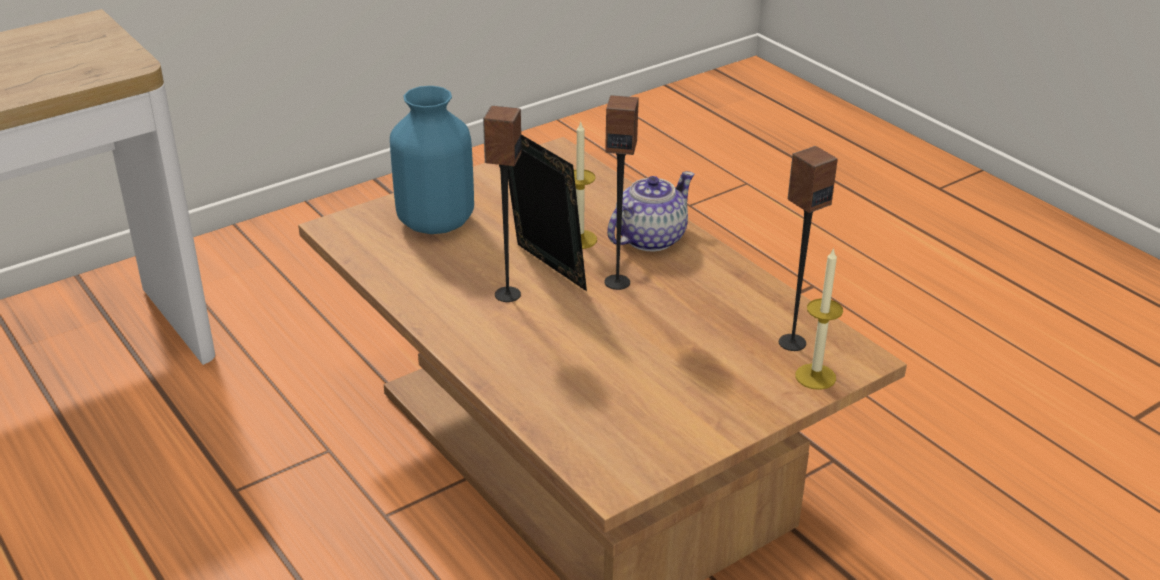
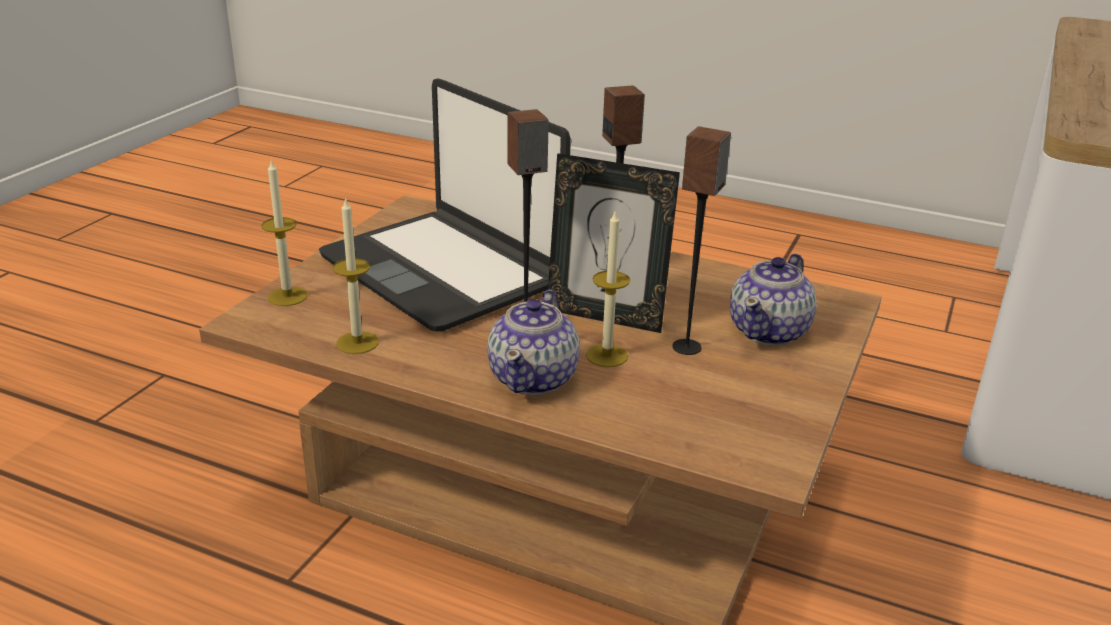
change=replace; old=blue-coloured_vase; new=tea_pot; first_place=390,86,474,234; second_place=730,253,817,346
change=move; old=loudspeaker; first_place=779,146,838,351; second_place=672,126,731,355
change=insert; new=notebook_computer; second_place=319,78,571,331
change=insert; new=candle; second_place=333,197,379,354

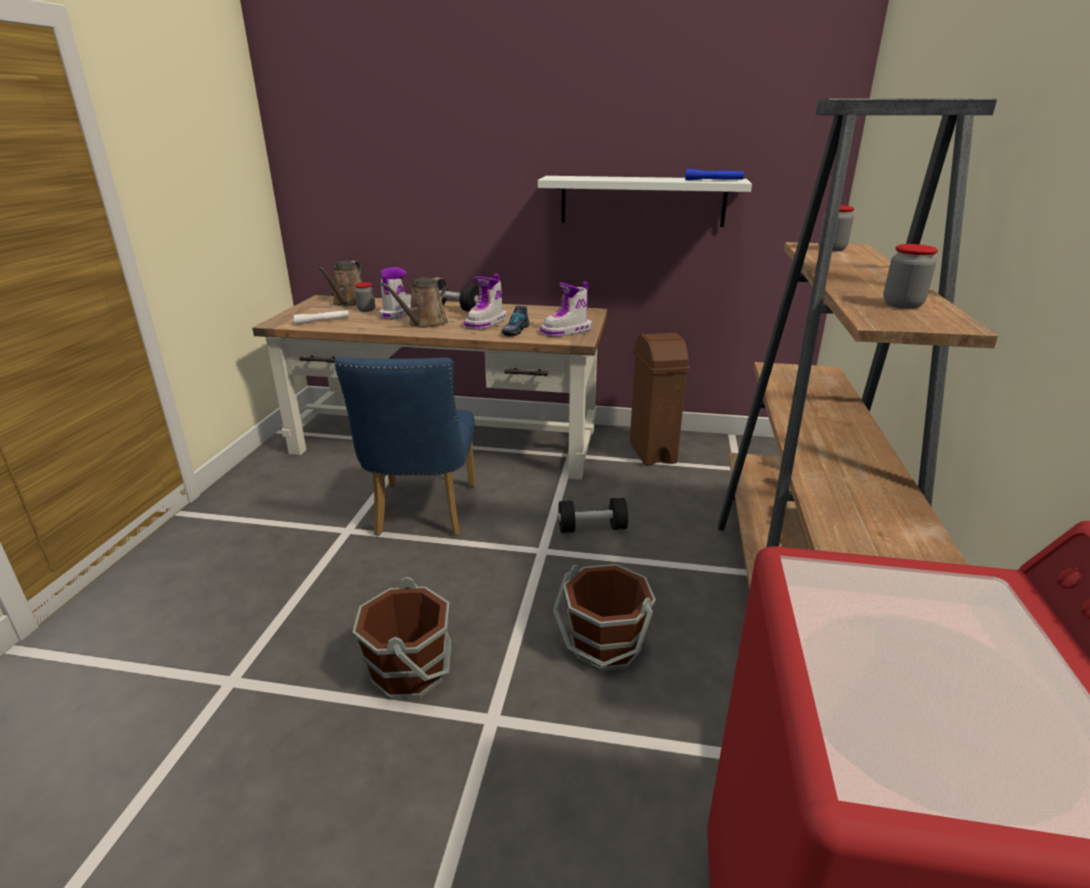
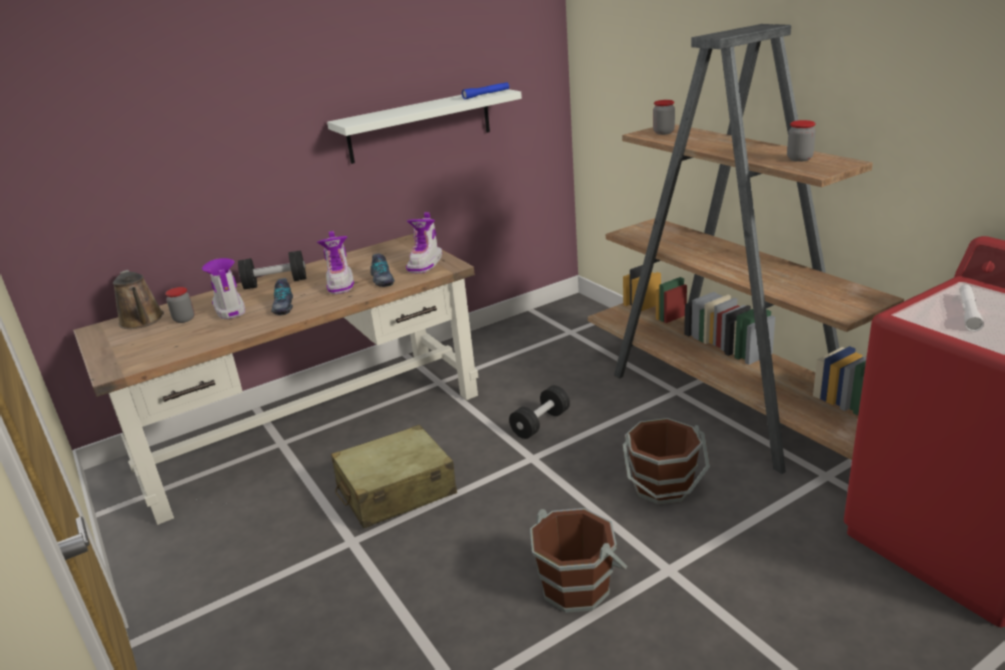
change=replace; old=brown-coloured_watering_pot; new=item_of_footwear; first_place=381,277,448,328; second_place=271,278,293,315
change=move; old=white_hand_torch; first_place=293,310,349,325; second_place=960,284,984,332
change=delete; old=brown-coloured_rubbish_bin; first_place=630,333,690,466
change=replace; old=blue-coloured_upright_chair; new=beige-coloured_travel_case; first_place=334,357,475,536; second_place=331,425,457,528

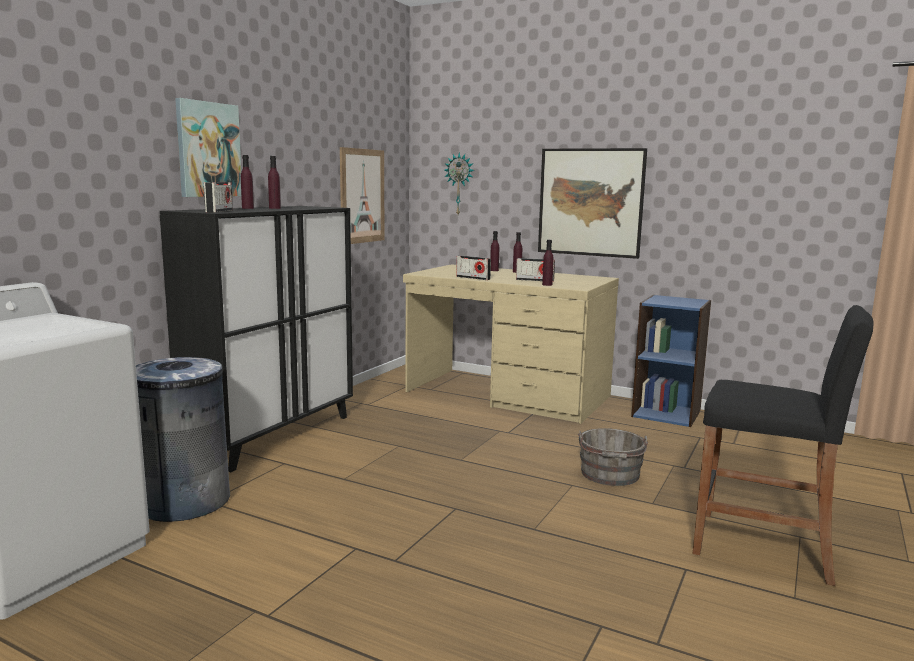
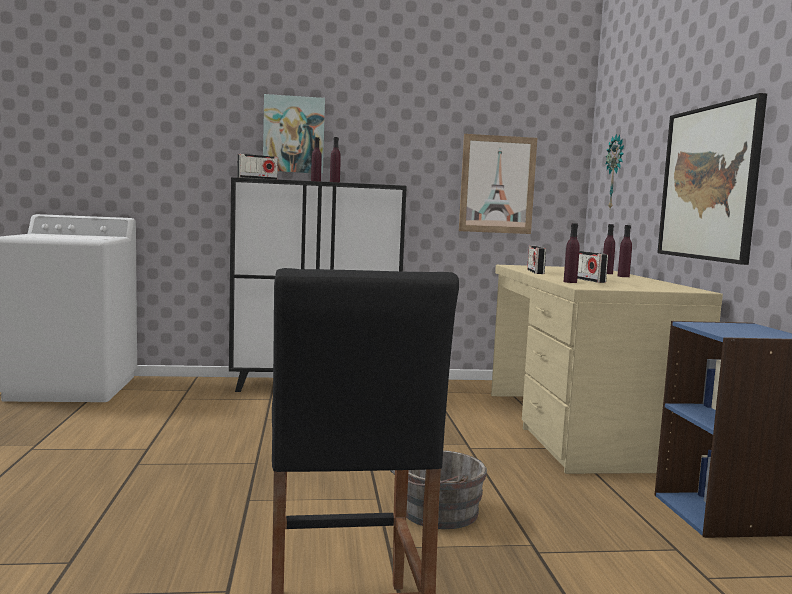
change=delete; old=greyish_rubbish_bin; first_place=136,357,230,522

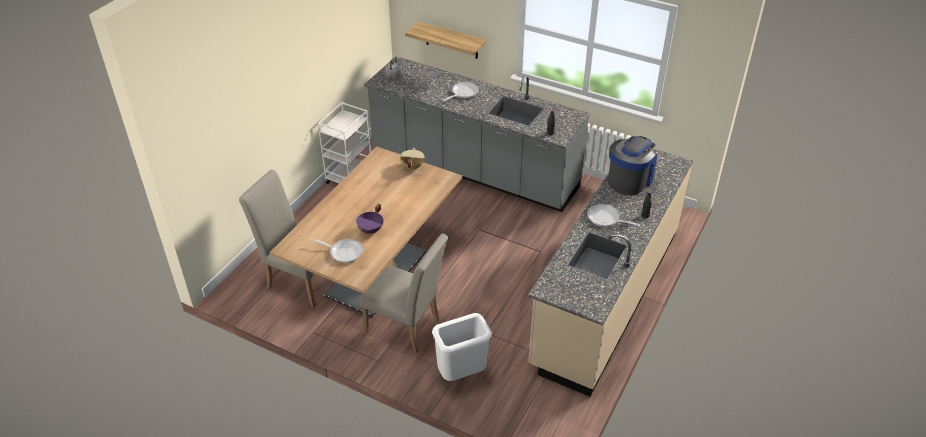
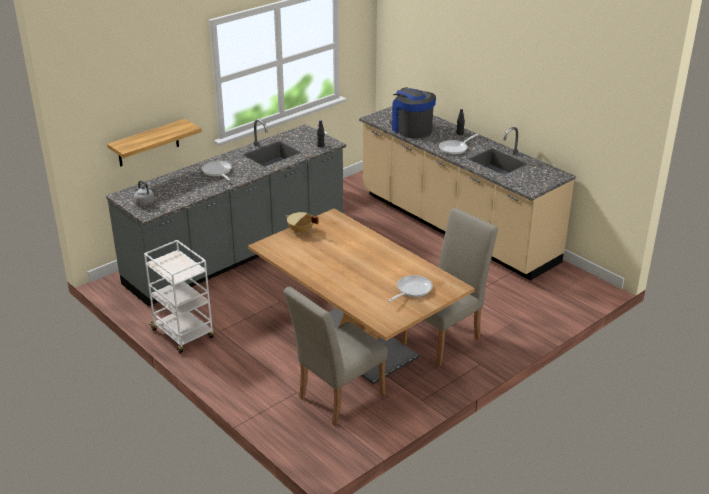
change=delete; old=purple_stockpot; first_place=356,204,383,234
change=delete; old=white_rubbish_bin; first_place=432,313,492,381

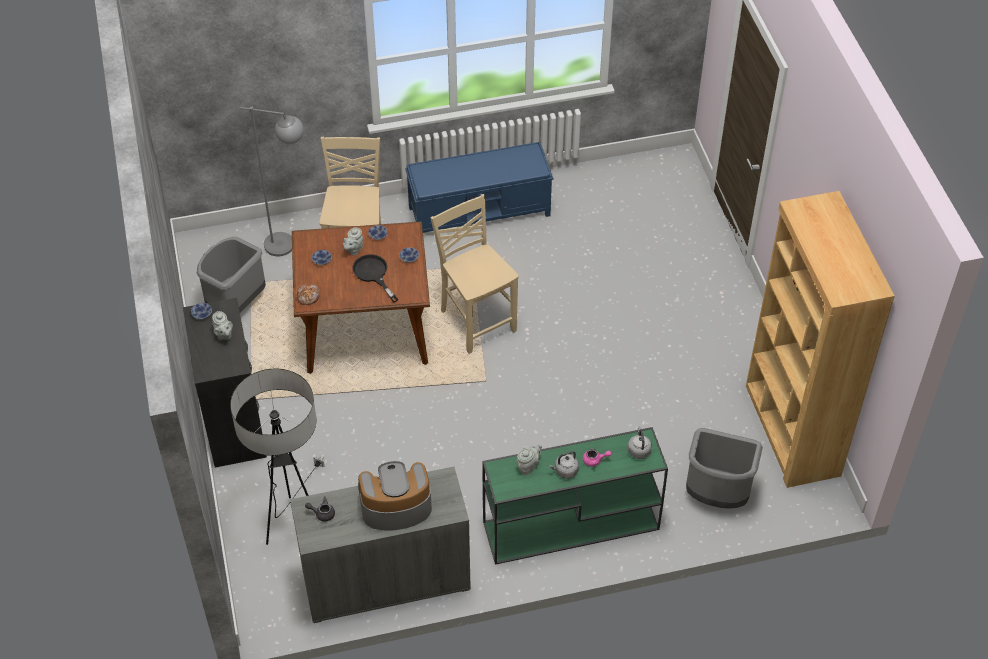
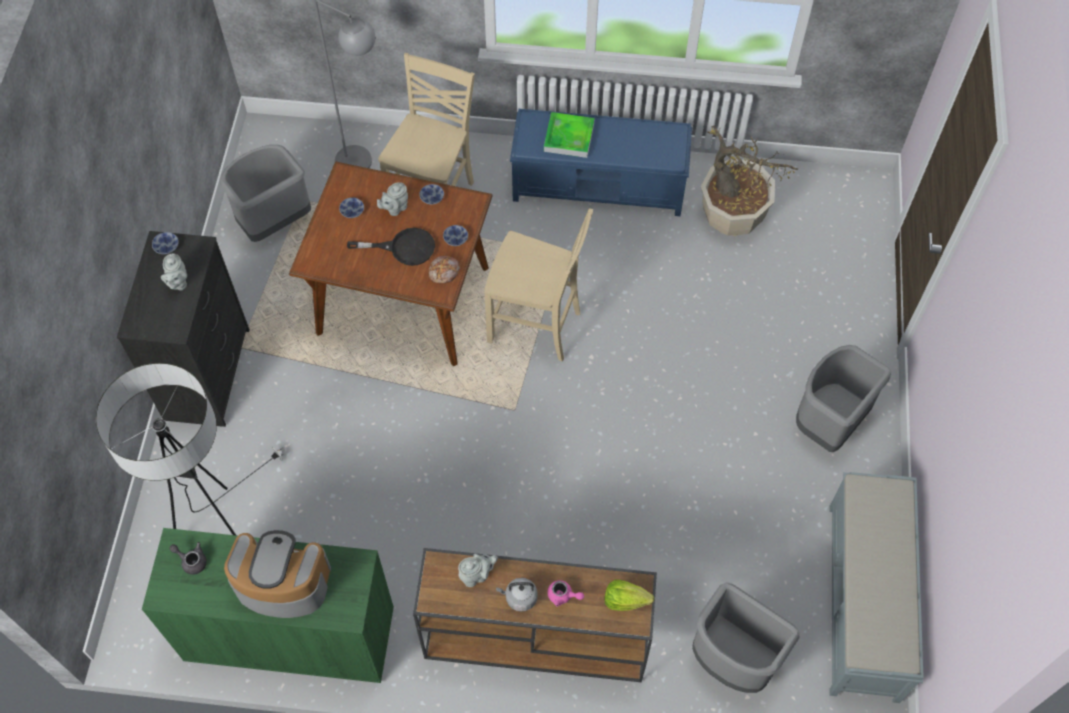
change=replace; old=brown-coloured_bookshelf; new=greyish_indoor_bench; first_place=746,191,895,488; second_place=829,472,924,703
change=rotate; old=beige-coloured_upright_chair; first_place=431,194,519,354; second_place=484,208,593,361; degrees=120
change=rotate; old=black-coloured_frying_pan; first_place=352,254,399,303; second_place=347,228,435,266; degrees=105
change=move; old=bread; first_place=297,284,320,305; second_place=428,256,460,283
change=recolor; old=green_narrow_table; new=brown-coloured_narrow_table; first_place=483,427,668,565; second_place=413,548,657,682
change=replace; old=greyish_water_kettle; new=head_of_lettuce; first_place=628,427,652,459; second_place=604,579,654,611
change=recolor; old=greyish_storage_cabinet; new=green_storage_cabinet; first_place=290,467,471,623; second_place=142,528,394,683
change=insert; new=serving_tray; second_place=544,112,594,158
change=insert; new=plant_in_a_pot; second_place=701,126,798,236
change=insert; new=greyish_rubbish_bin; second_place=796,345,891,452

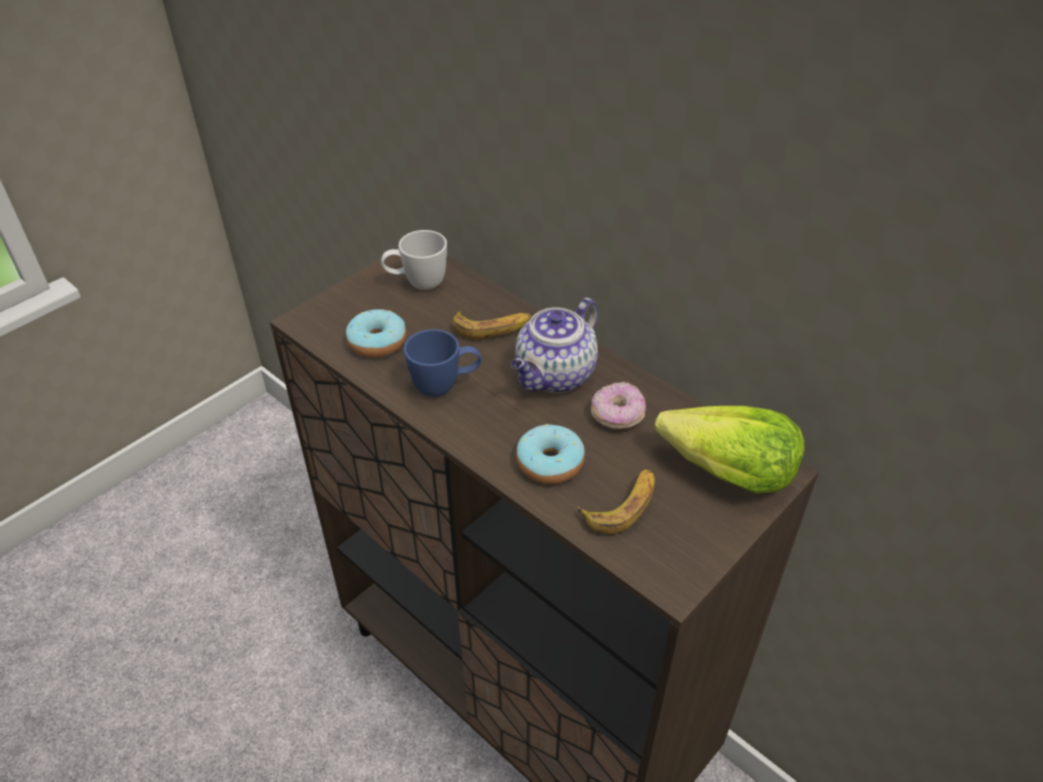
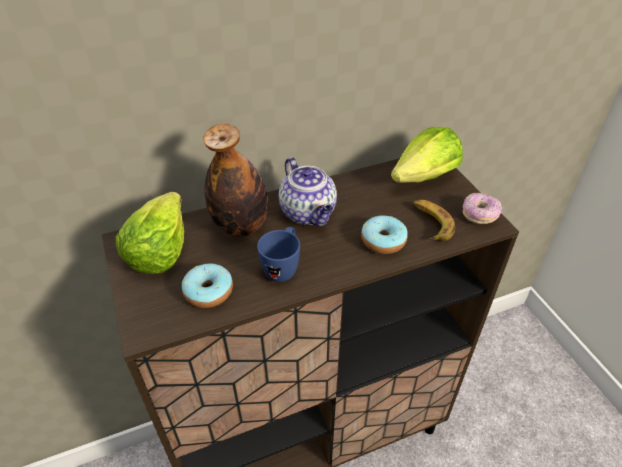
change=replace; old=white_tea_mug; new=head_of_lettuce; first_place=381,230,447,290; second_place=116,192,184,274
change=replace; old=whole_banana; new=drink_bottle; first_place=452,310,532,339; second_place=203,124,268,237
change=move; old=ring_doughnut; first_place=591,382,646,429; second_place=463,193,502,224

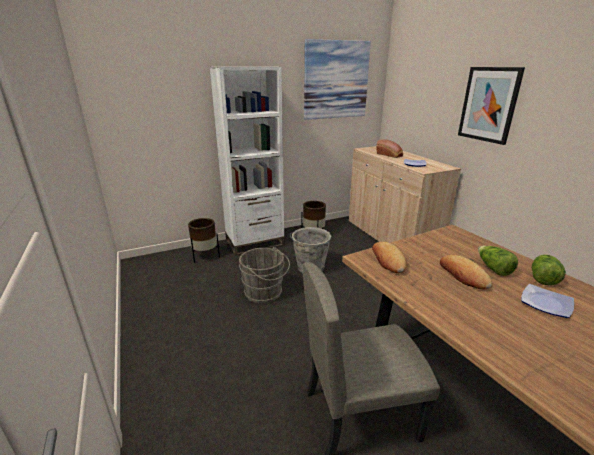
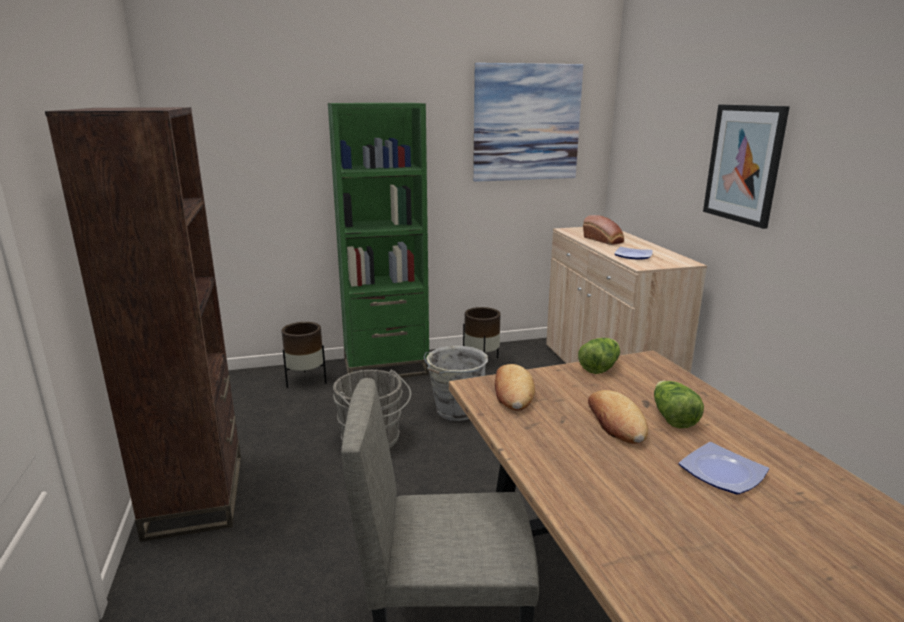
change=recolor; old=white_bookshelf; new=green_bookshelf; first_place=210,67,285,256; second_place=328,103,430,378
change=move; old=head_of_lettuce; first_place=532,254,566,285; second_place=578,338,620,374
change=insert; new=brown-coloured_bookshelf; second_place=45,107,241,542

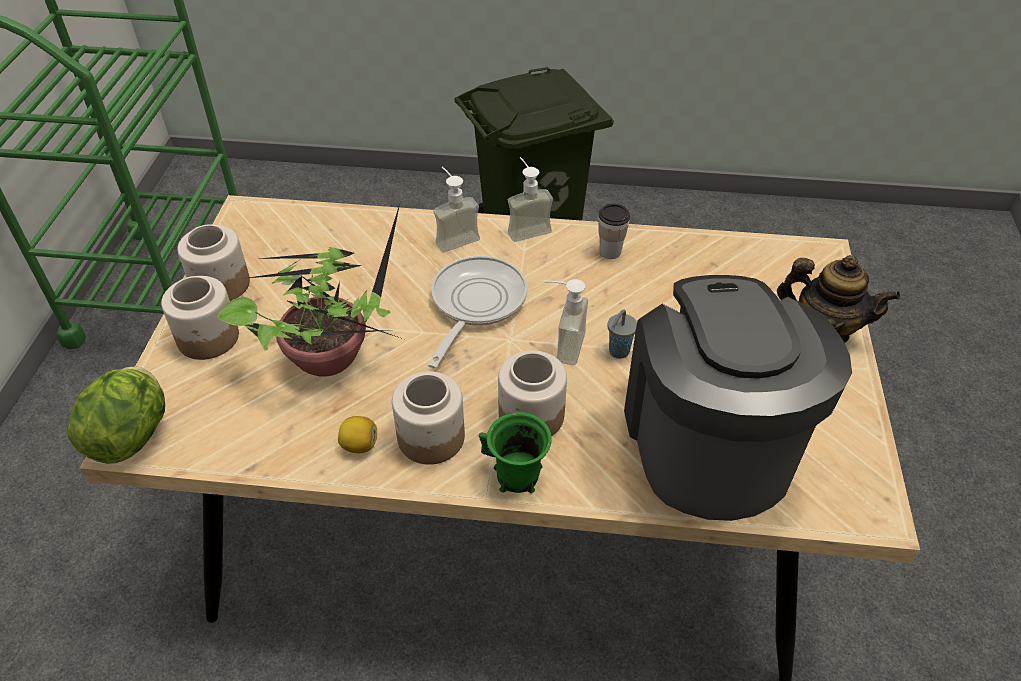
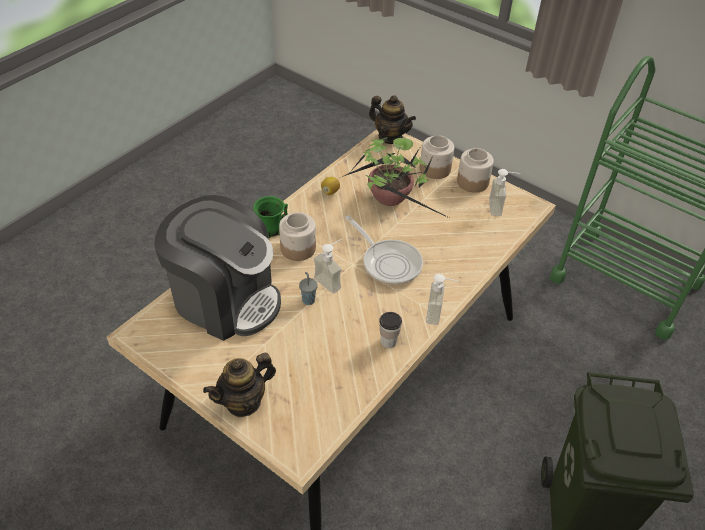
change=move; old=liquid_soap_bottle; first_place=433,167,480,253; second_place=489,169,520,216
change=replace; old=head_of_lettuce; new=tea_pot; first_place=67,366,165,464; second_place=369,95,416,144
change=delete; old=storage_jar; first_place=392,371,465,465

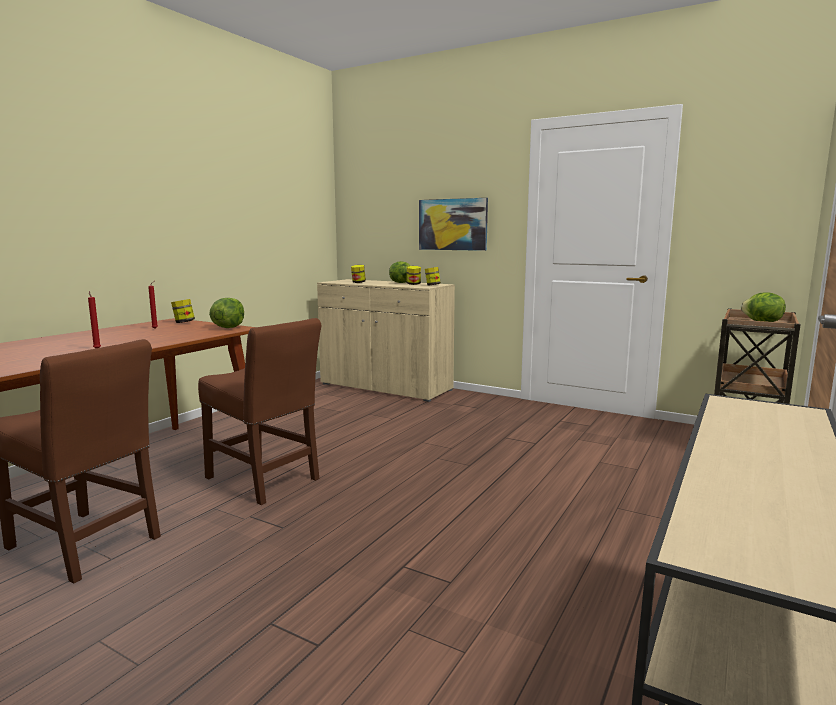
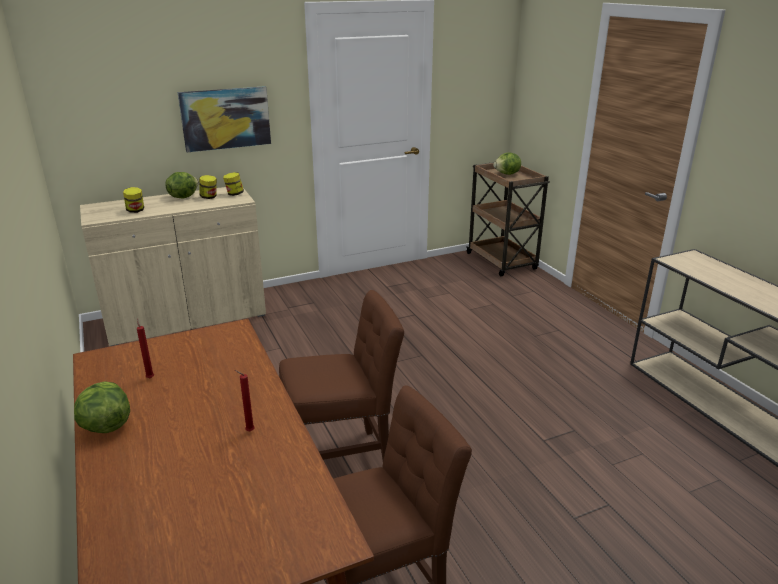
change=move; old=head_of_lettuce; first_place=209,298,244,328; second_place=74,382,130,433
change=delete; old=storage_jar; first_place=171,299,195,323

